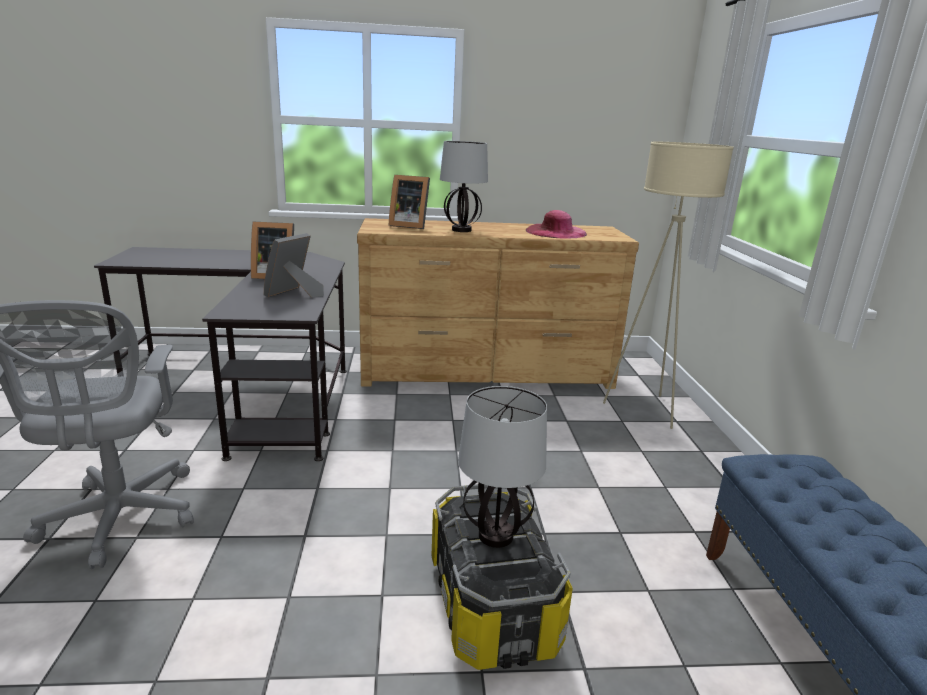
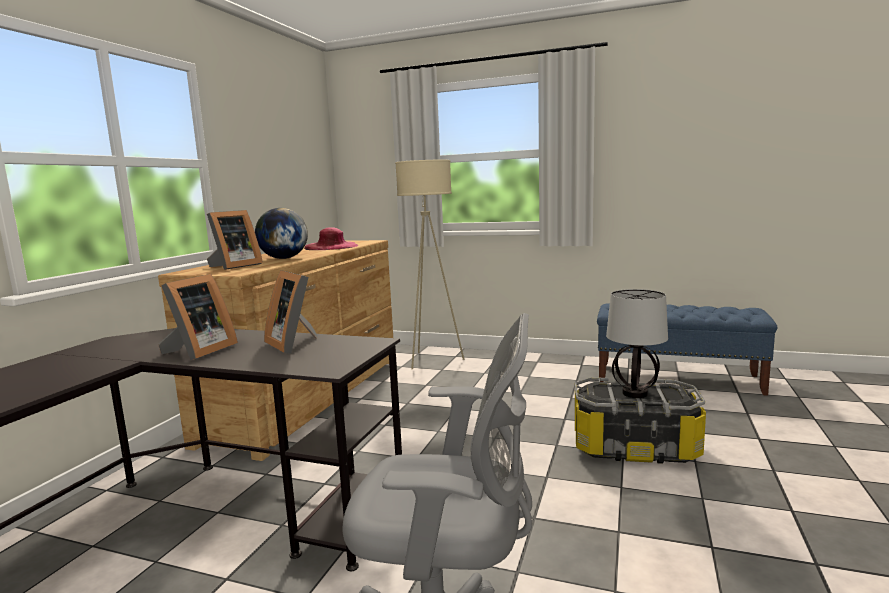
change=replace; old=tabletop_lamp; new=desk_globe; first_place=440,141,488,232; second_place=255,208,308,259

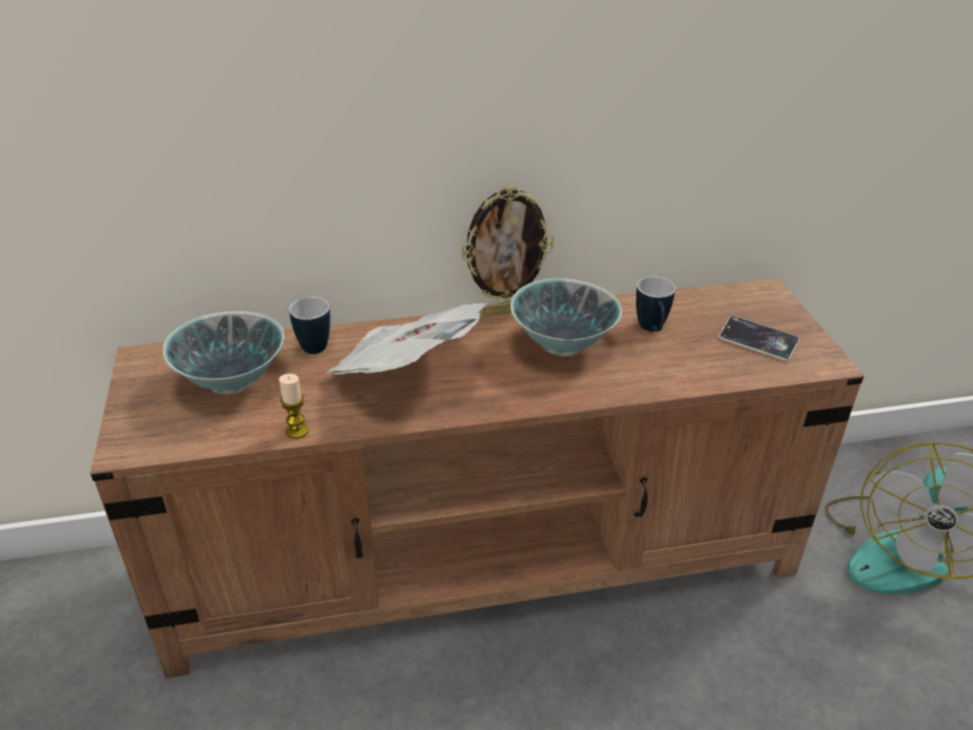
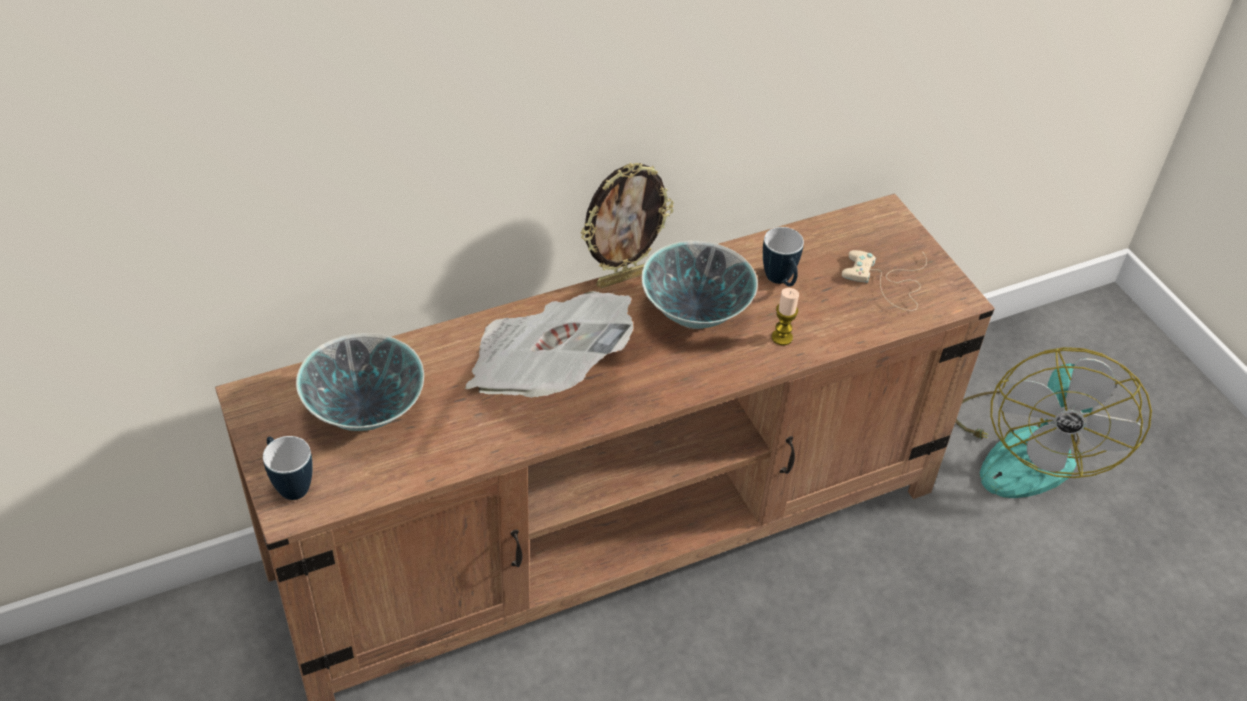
change=move; old=tea_mug; first_place=289,297,330,354; second_place=263,436,313,500
change=replace; old=telephone; new=beige-coloured_joypad; first_place=719,316,799,361; second_place=842,250,927,311
change=move; old=candle; first_place=279,374,309,439; second_place=772,288,799,345

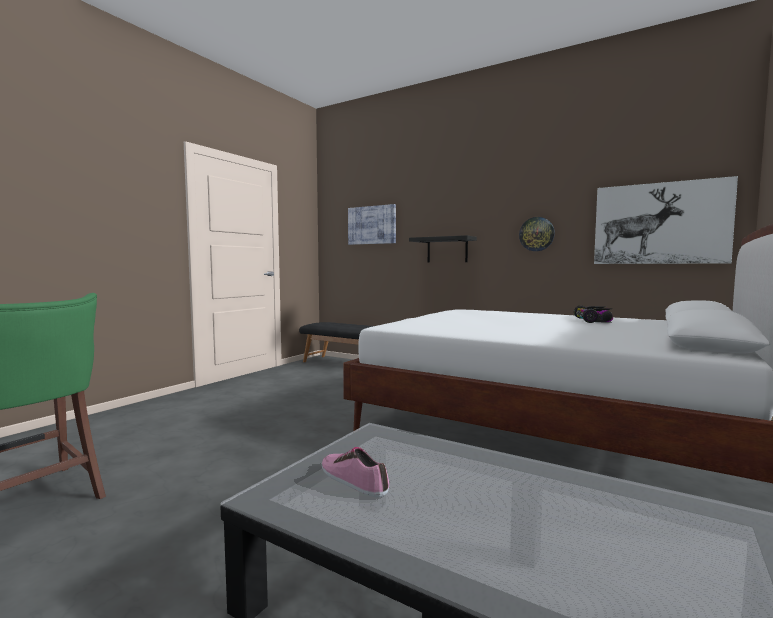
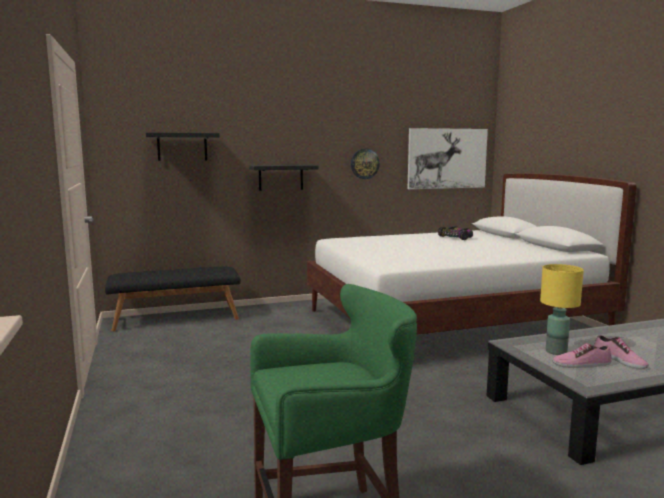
change=replace; old=wall_art; new=black-coloured_bracket_shelf; first_place=348,204,396,245; second_place=146,132,220,161
change=insert; new=yellow-coloured_tabletop_lamp; second_place=540,264,584,355
change=insert; new=item_of_footwear; second_place=594,335,649,369

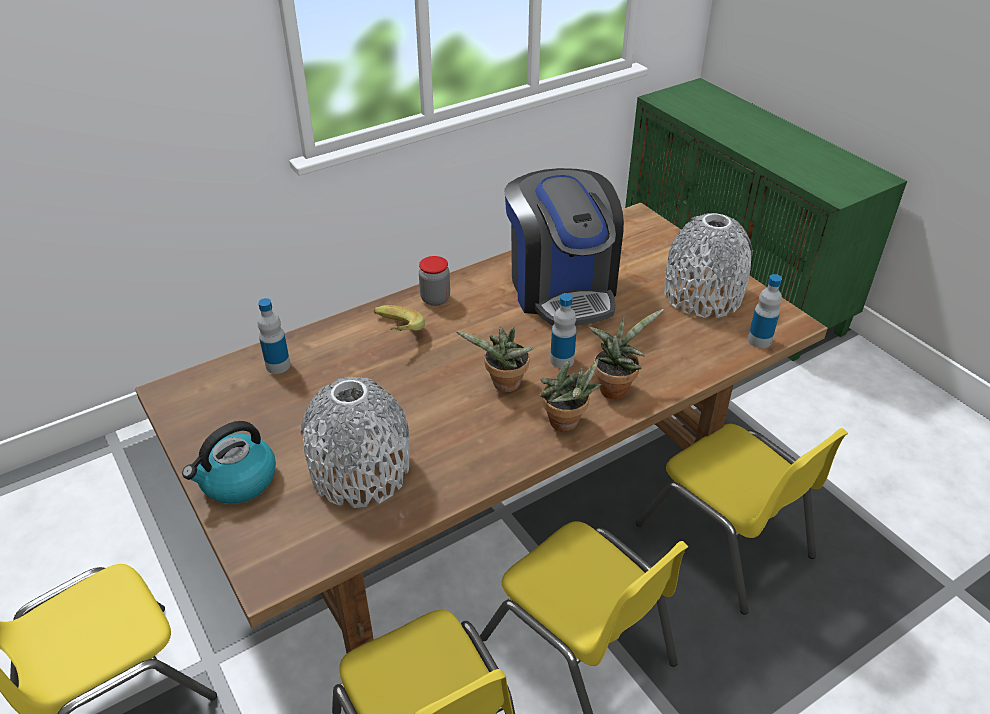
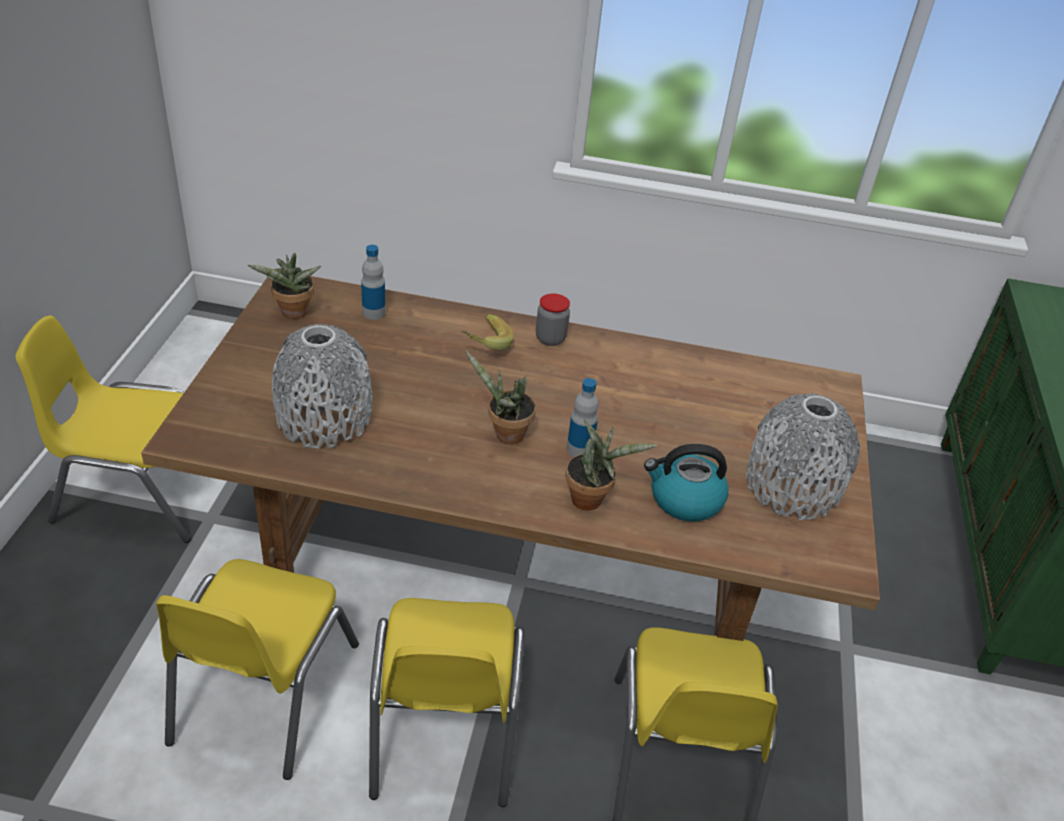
change=delete; old=coffee_brewer; first_place=504,168,624,326
change=delete; old=drink_bottle; first_place=748,274,782,348
change=move; old=plant_in_a_pot; first_place=539,358,602,432; second_place=248,253,321,319
change=move; old=water_kettle; first_place=182,421,276,504; second_place=644,444,728,521

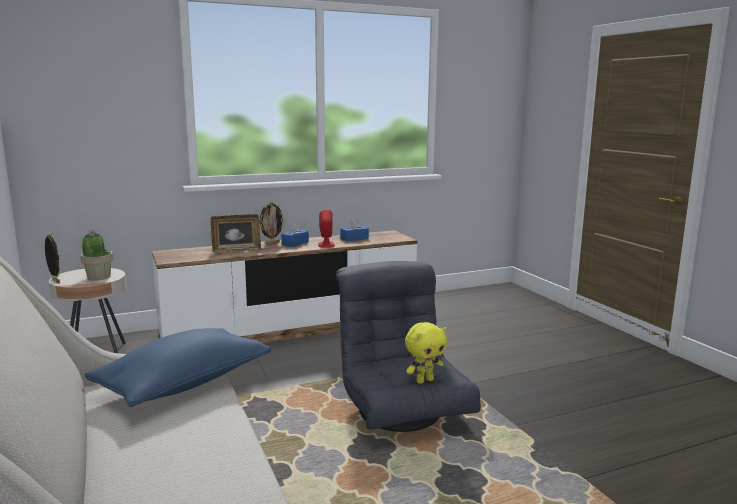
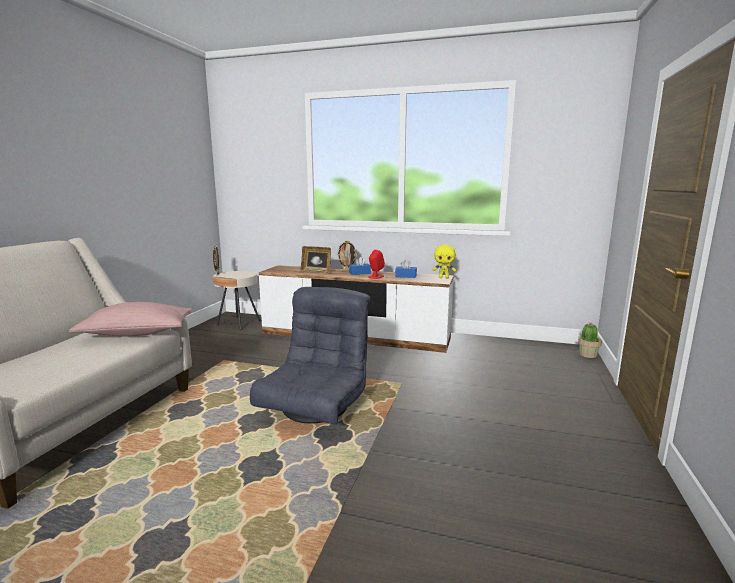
change=move; old=plant_in_a_pot; first_place=81,231,113,280; second_place=578,322,602,358
change=move; old=yellow-coloured_cuddly_toy; first_place=405,322,447,384; second_place=432,244,456,278
change=recolor; old=blue-coloured_pillow; new=pink-coloured_pillow; first_place=85,328,271,407; second_place=69,302,193,337

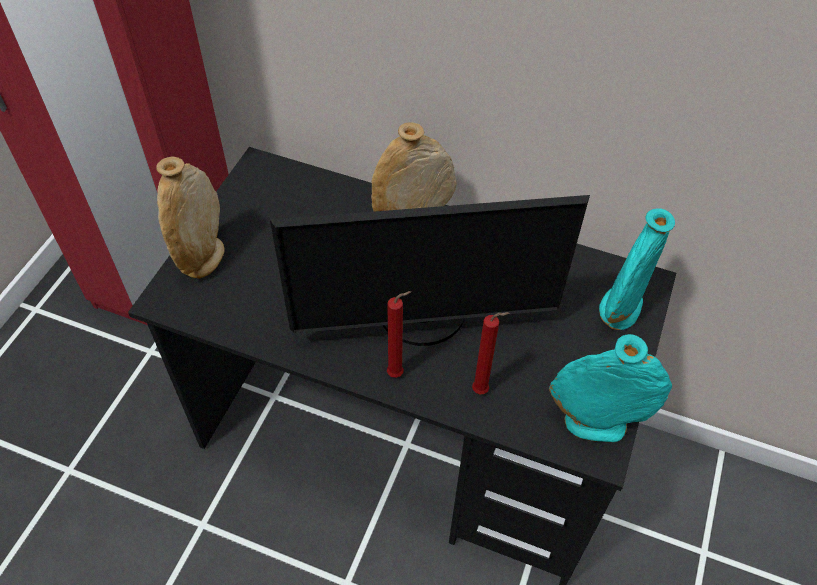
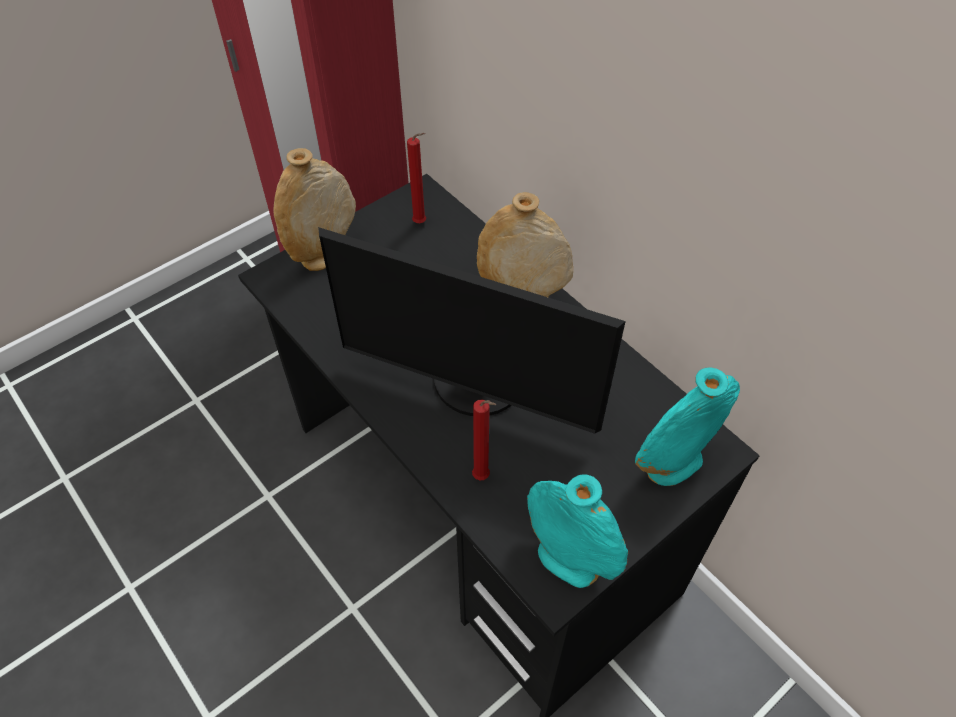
change=move; old=red_candle; first_place=387,291,411,378; second_place=407,133,426,223

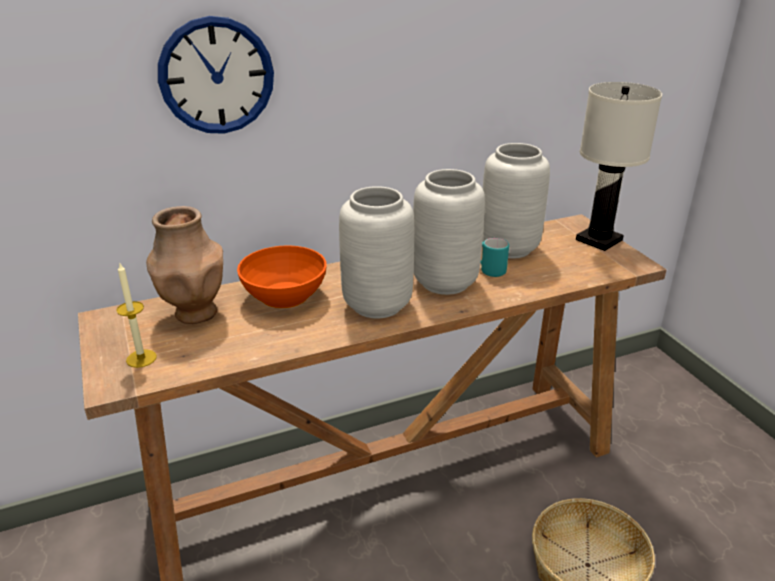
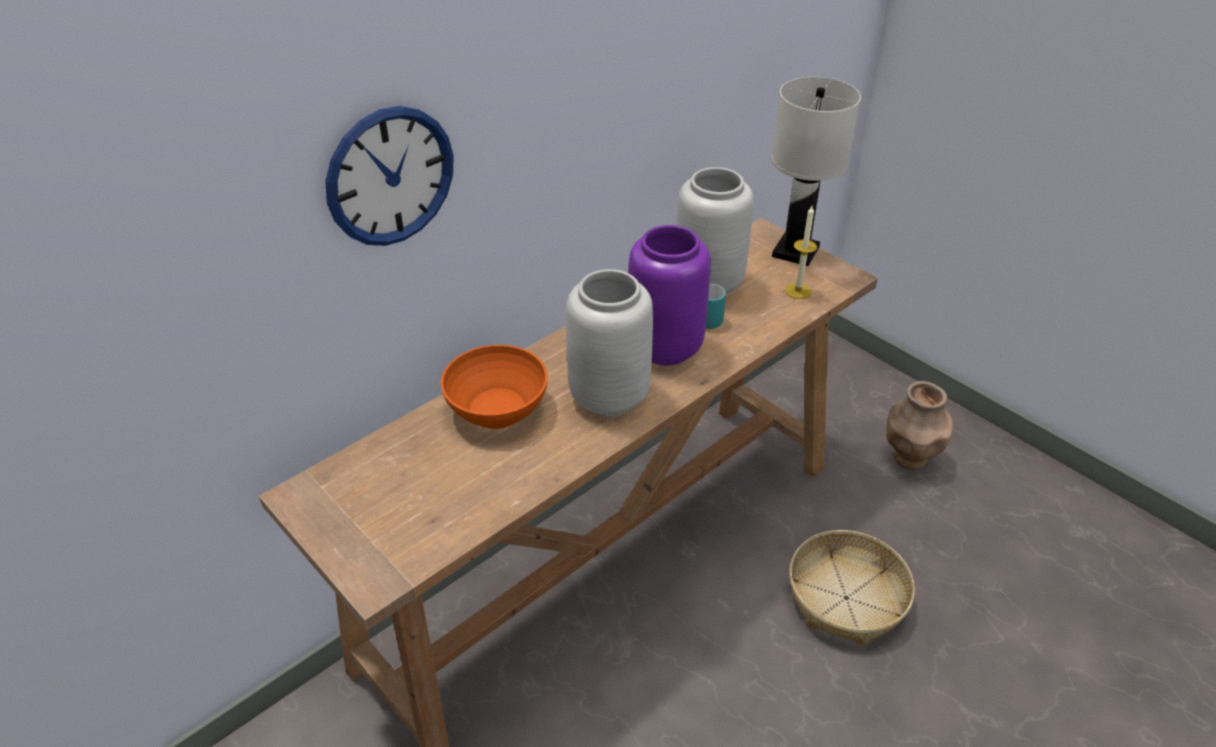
change=recolor; old=greyish_vase; new=purple_vase; first_place=413,169,485,295; second_place=628,225,711,366
change=move; old=brown-coloured_vase; first_place=146,206,223,324; second_place=886,381,953,470
change=move; old=candle; first_place=116,263,157,368; second_place=785,206,817,299

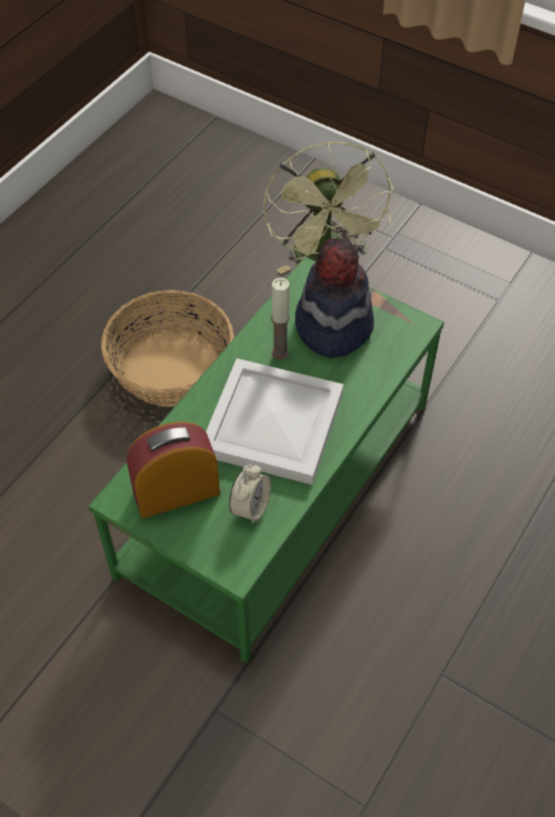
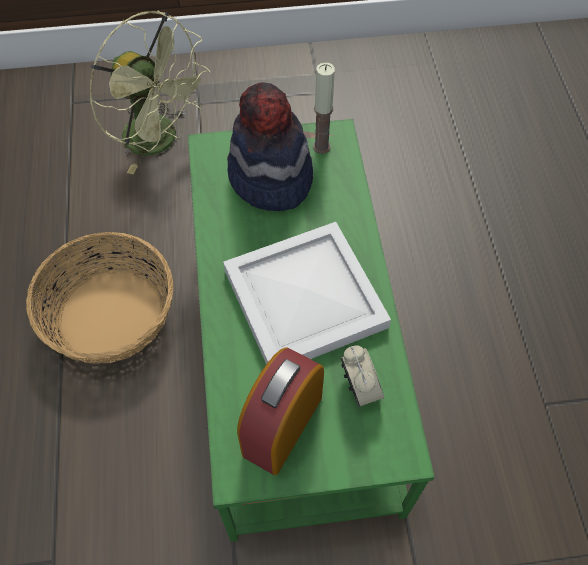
change=move; old=candle; first_place=271,278,290,360; second_place=313,62,335,154

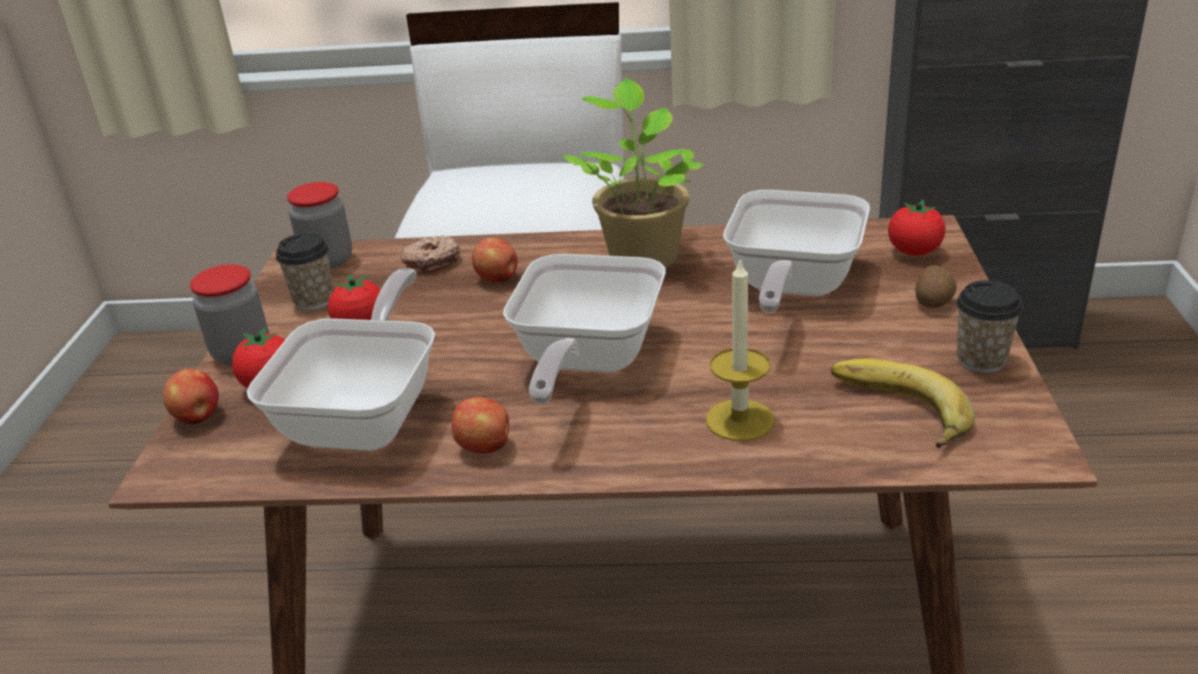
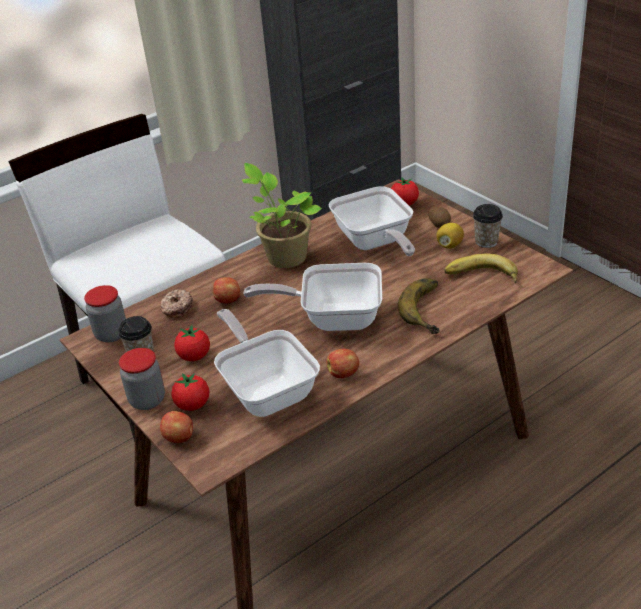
change=rotate; old=frying_pan; first_place=503,254,666,404; second_place=243,263,382,331; degrees=120
change=replace; old=candle; new=whole_banana; first_place=706,258,775,441; second_place=398,278,440,334
change=insert; new=lemon; second_place=436,223,464,249

